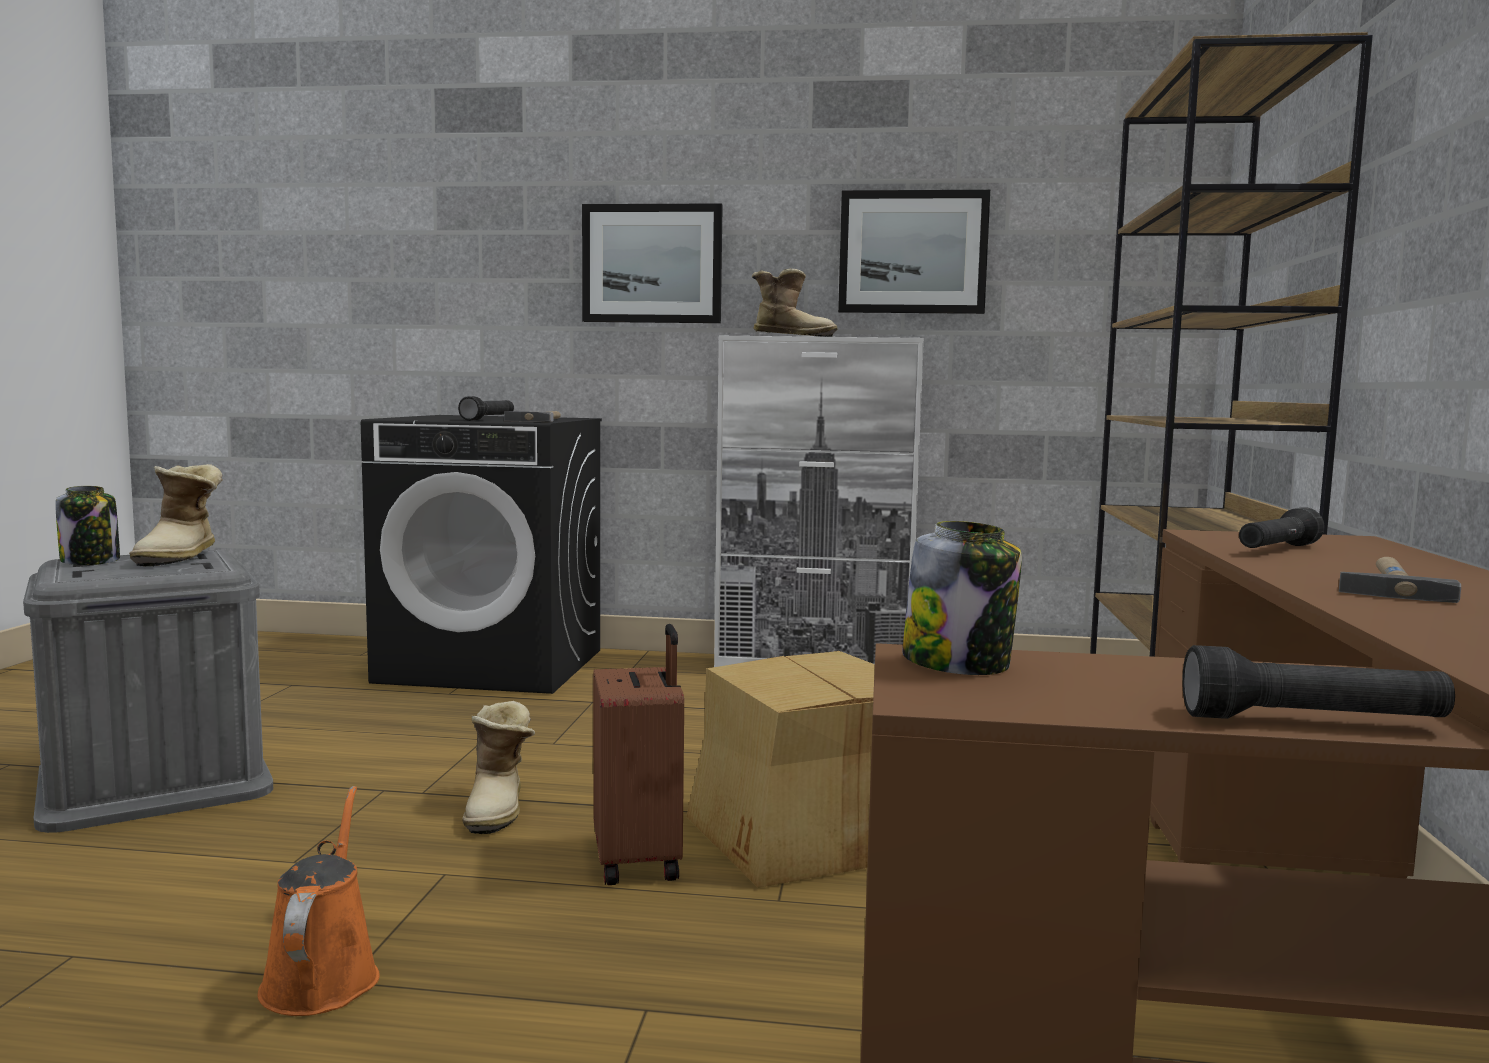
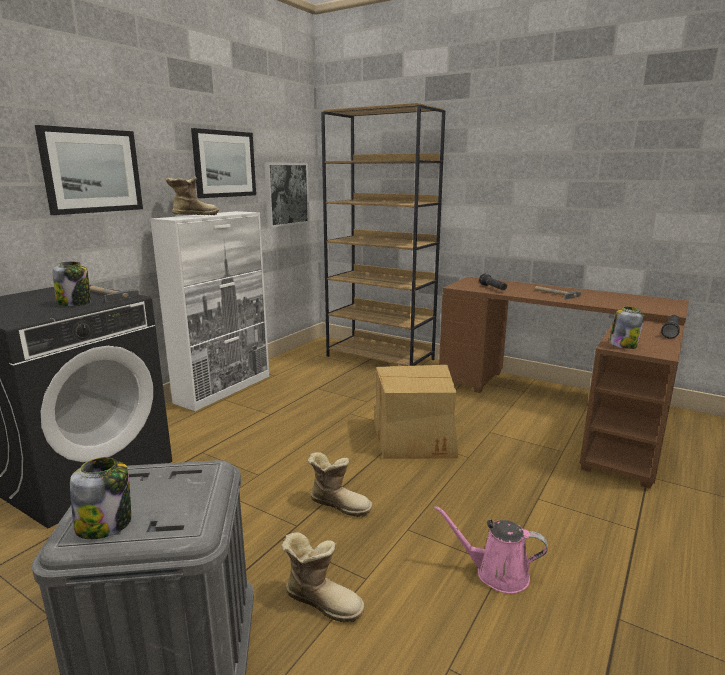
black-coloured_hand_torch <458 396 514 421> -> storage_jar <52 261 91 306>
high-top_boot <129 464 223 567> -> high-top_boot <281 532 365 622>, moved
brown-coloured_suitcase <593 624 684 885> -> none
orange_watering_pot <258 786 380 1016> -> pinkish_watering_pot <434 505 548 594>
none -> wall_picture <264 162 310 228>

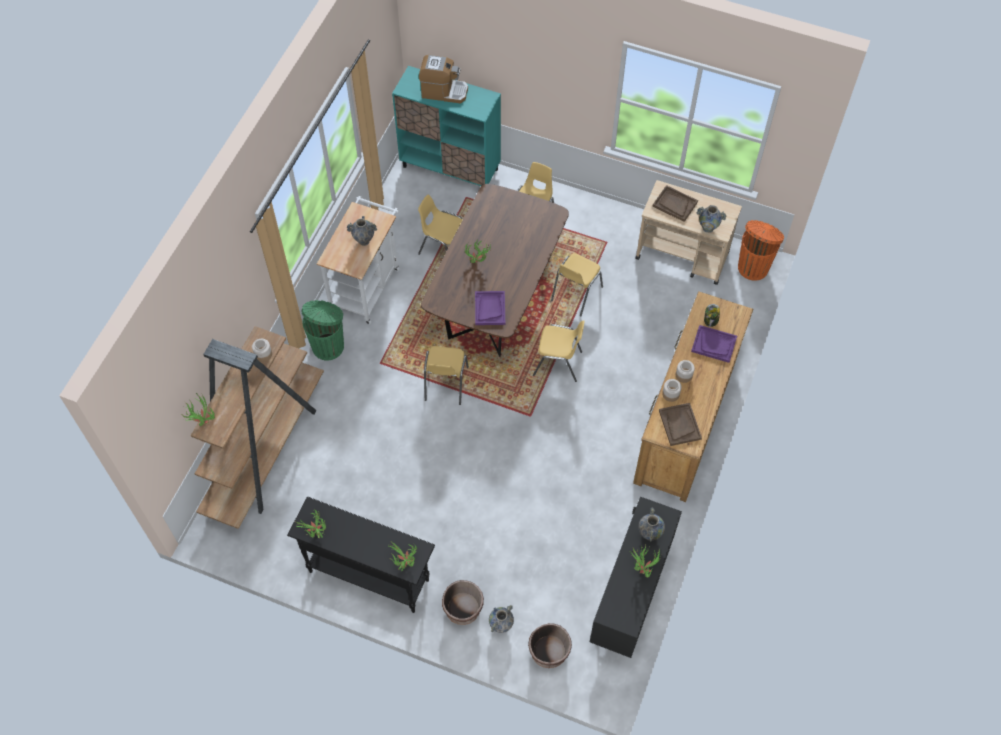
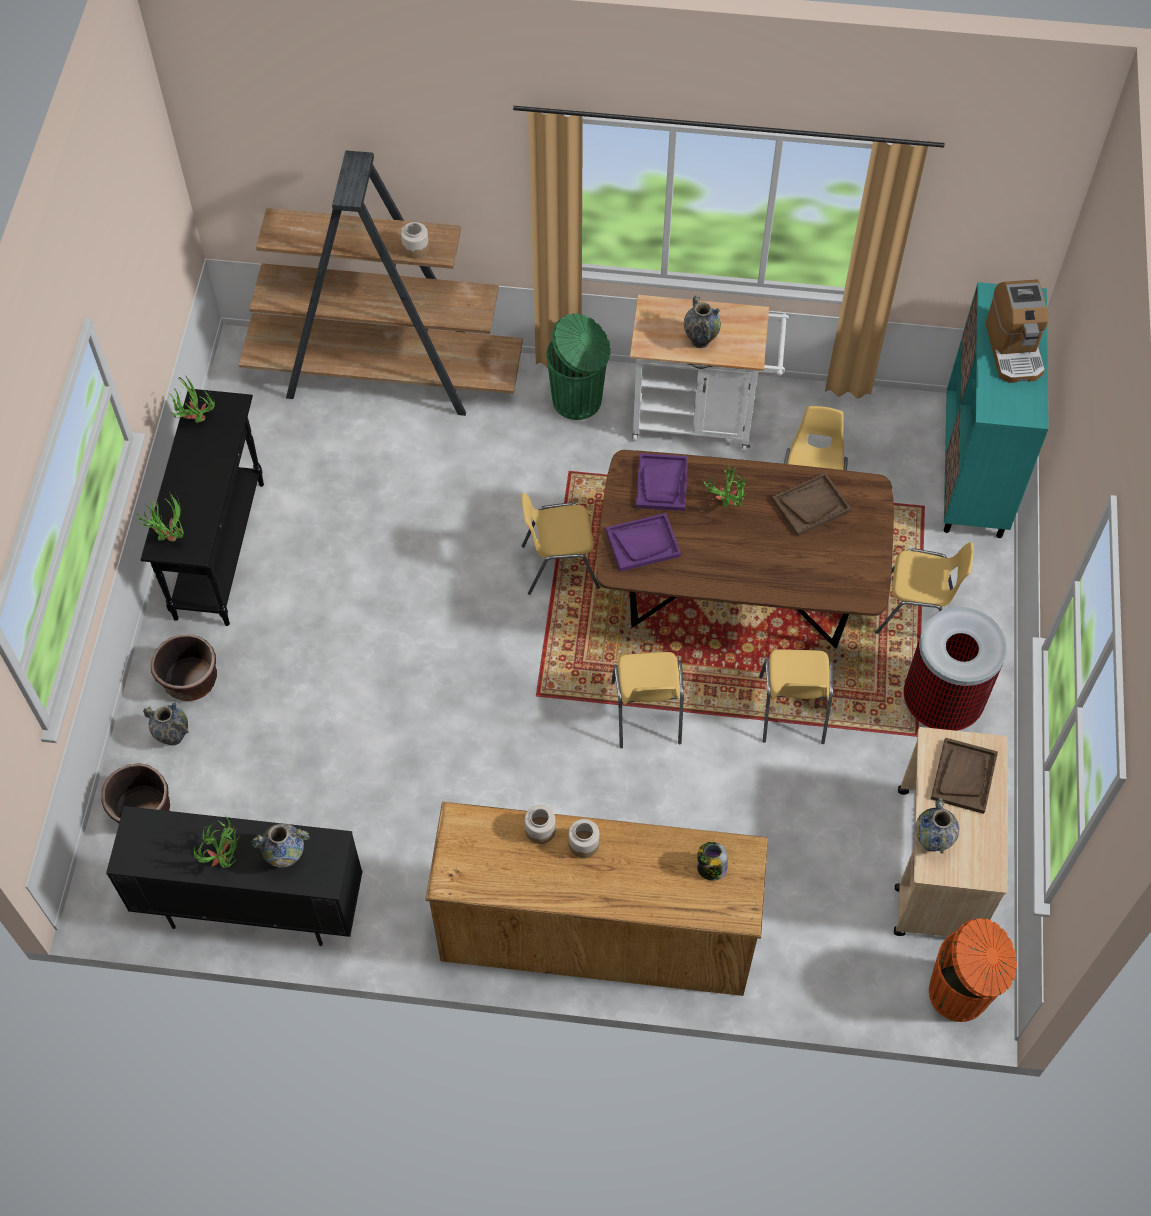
yellowish_plain_chair <551 253 603 316> -> yellowish_plain_chair <759 649 833 744>, 105 degrees counterclockwise
purple-coloured_tray <691 325 737 363> -> purple-coloured_tray <636 453 688 511>, moved
plant_in_a_pot <183 393 215 426> -> none
brown-coloured_tray <659 403 702 446> -> brown-coloured_tray <772 473 851 537>, moved
none -> rubbish_bin <904 607 1007 731>

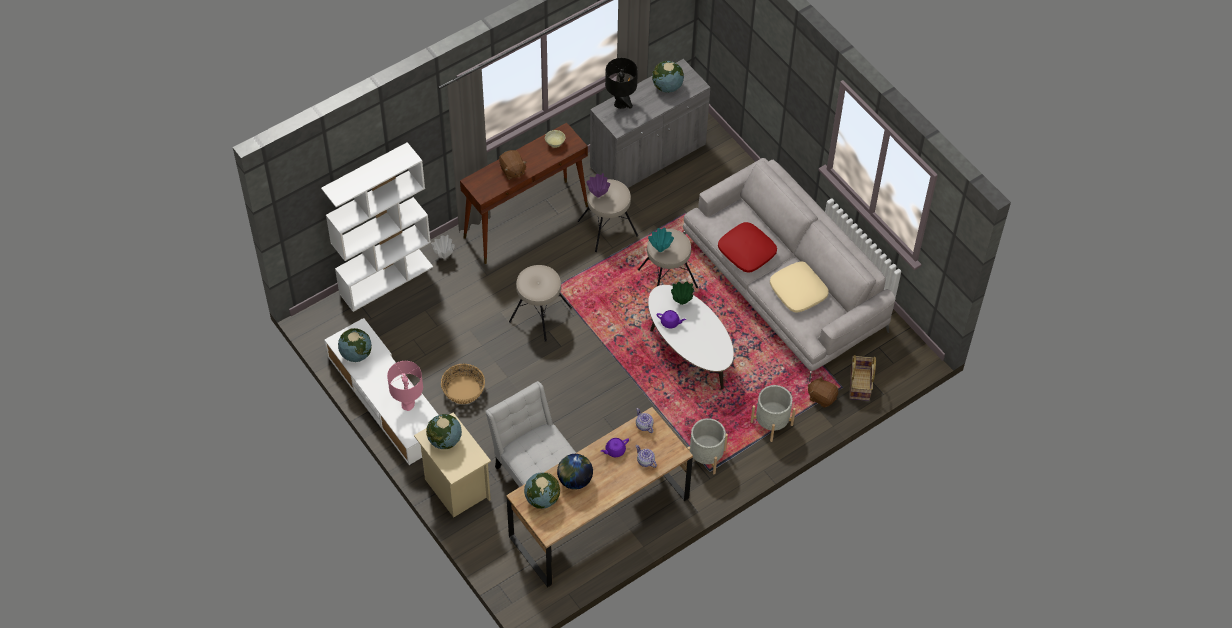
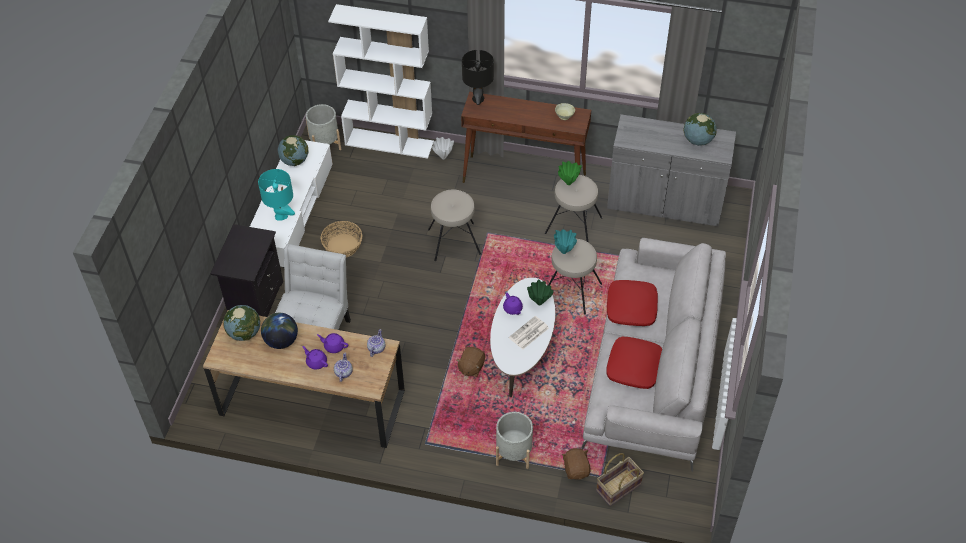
black-coloured_table_lamp <605 58 638 109> -> black-coloured_table_lamp <462 50 494 105>, moved
brown-coloured_cuddly_toy <499 150 527 179> -> brown-coloured_cuddly_toy <457 347 485 377>, moved
purple-coloured_decorative_vase <586 173 610 198> -> greenish_decorative_vase <558 161 582 185>
beige_throw_pillow <770 261 829 313> -> red-coloured_throw_pillow <607 337 662 389>
pinkish_table_lamp <387 361 423 411> -> turquoise_table_lamp <258 169 295 221>
beige_nightstand <414 412 491 517> -> black-coloured_nightstand <210 224 283 317>
desk_globe <426 414 462 449> -> none
greyish_flower_pot <687 418 728 474> -> greyish_flower_pot <306 104 341 150>, moved
none -> newspaper <509 316 549 349>
none -> purple-coloured_teapot <302 346 328 370>

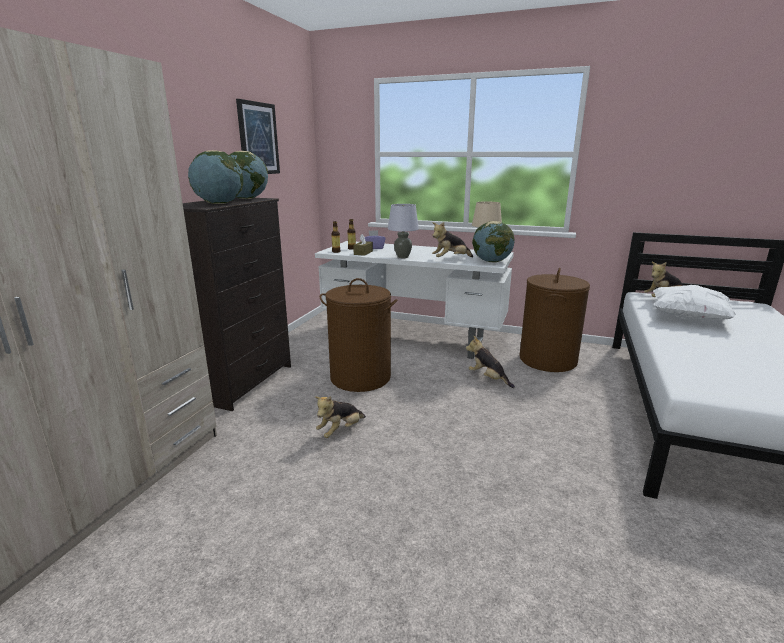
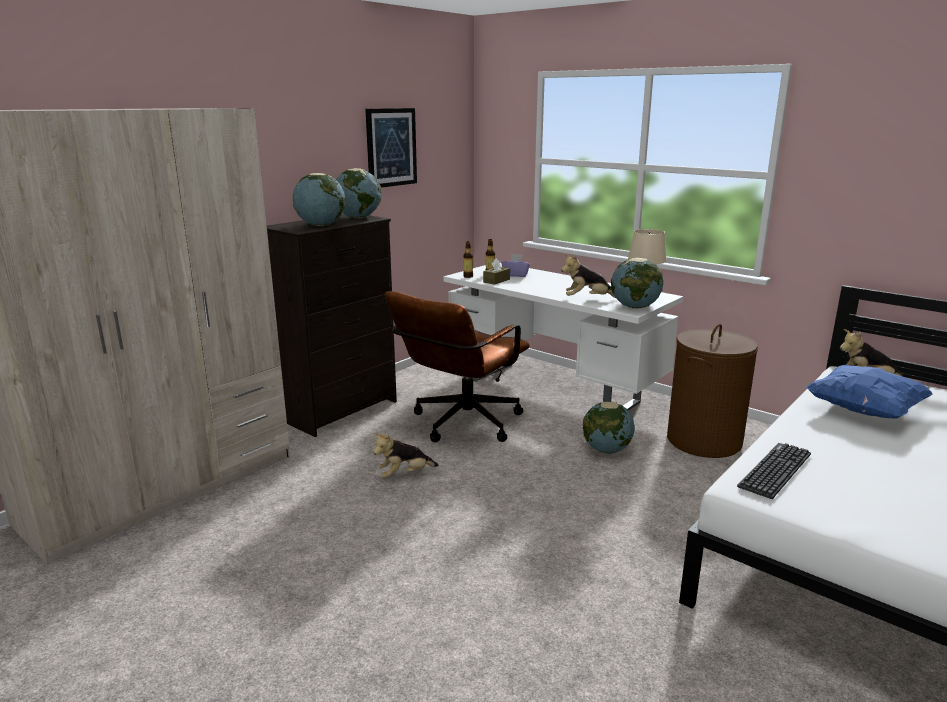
greyish_table_lamp <388 204 419 258> -> none
brown-coloured_washing_basket <320 278 398 392> -> brown-coloured_desk_chair <385 291 530 442>
white_throw_pillow <653 285 736 321> -> blue_throw_pillow <806 365 933 418>
cuddly_toy <466 336 515 388> -> desk_globe <583 402 634 454>
none -> computer_keyboard <737 443 811 499>

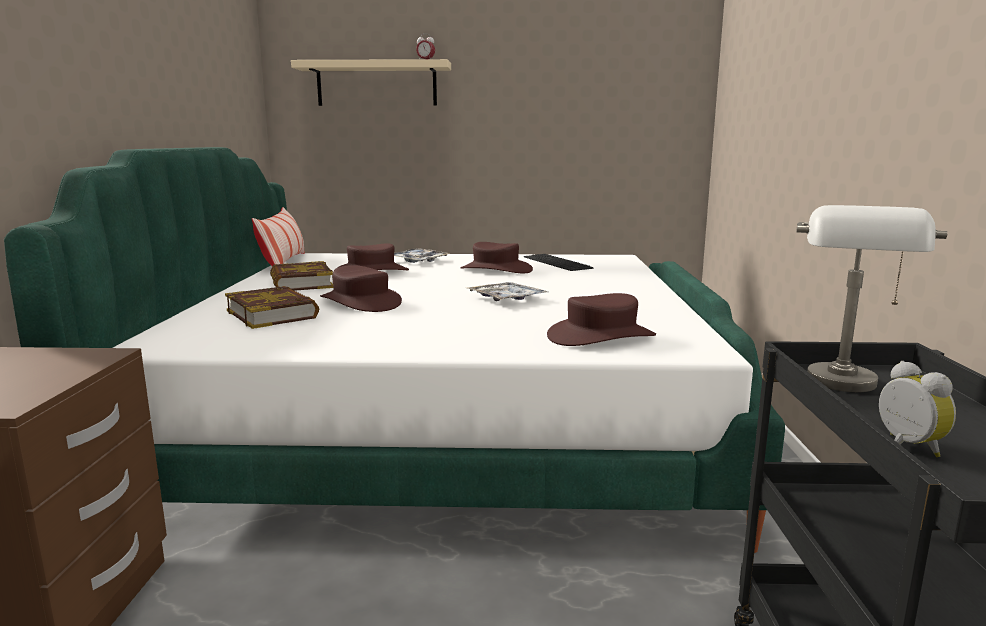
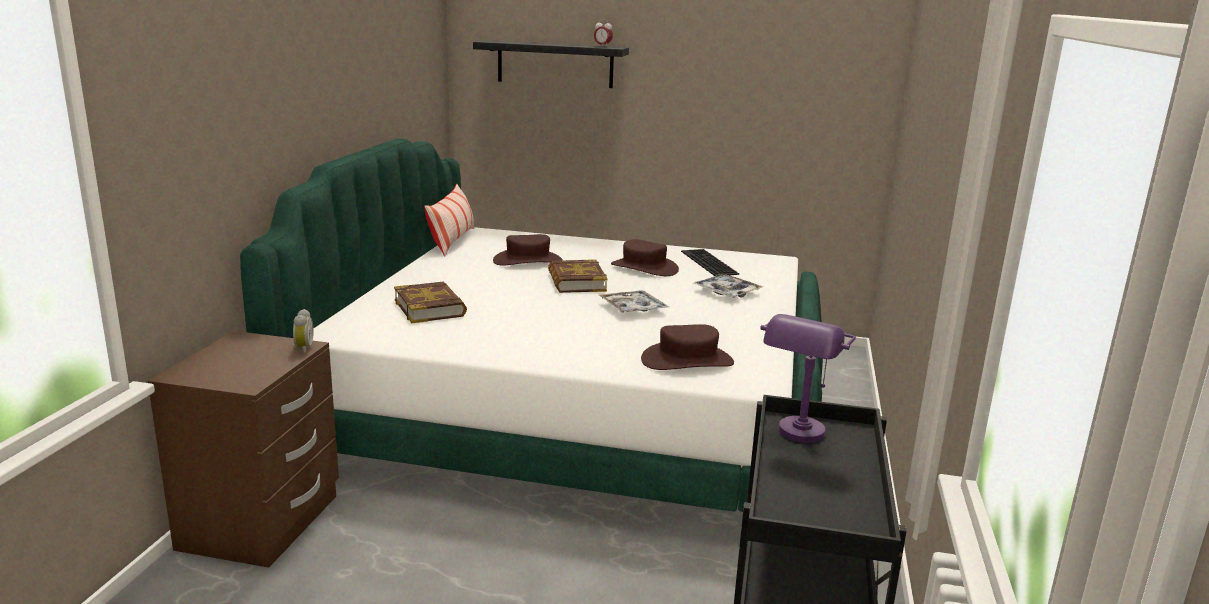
beige_wall_shelf <291 59 451 106> -> black-coloured_wall_shelf <473 40 629 88>
greyish_table_lamp <796 205 947 392> -> purple-coloured_table_lamp <760 314 856 443>
tray <394 248 450 263> -> tray <693 274 763 298>, moved
bound_book <270 261 333 291> -> bound_book <548 259 607 293>, moved
brown-coloured_wearable_hat <320 265 402 312> -> none
alarm_clock <879 361 956 457> -> alarm_clock <293 309 314 354>, moved

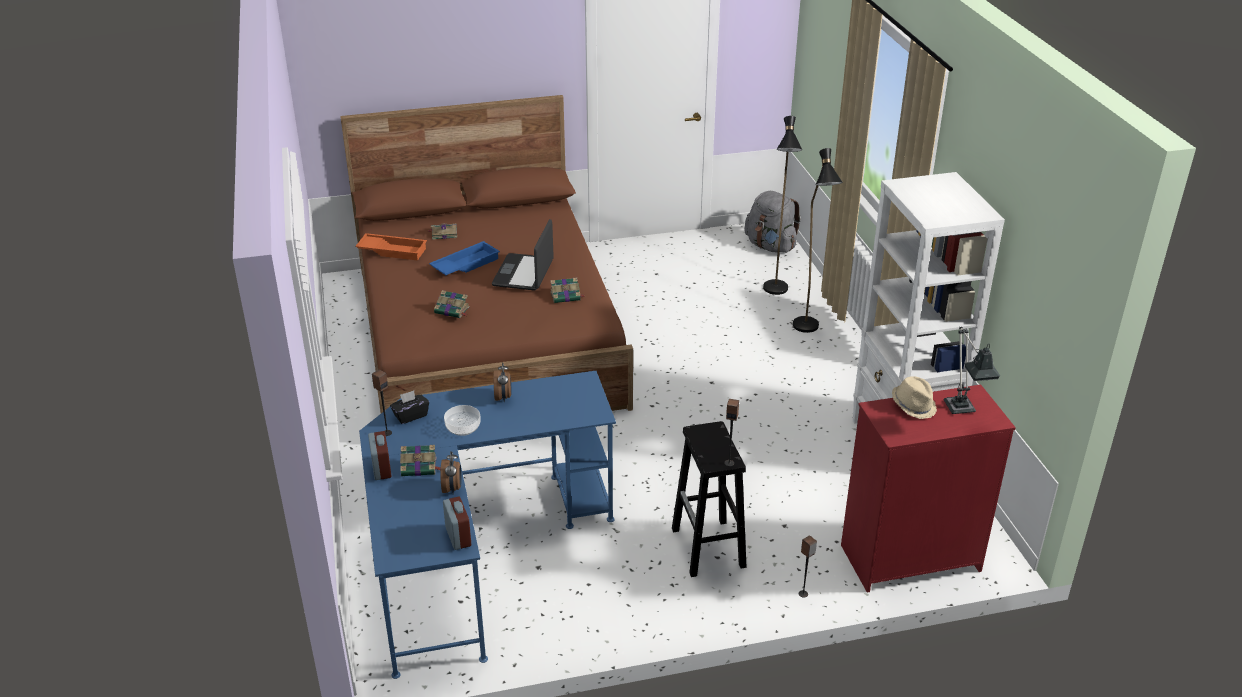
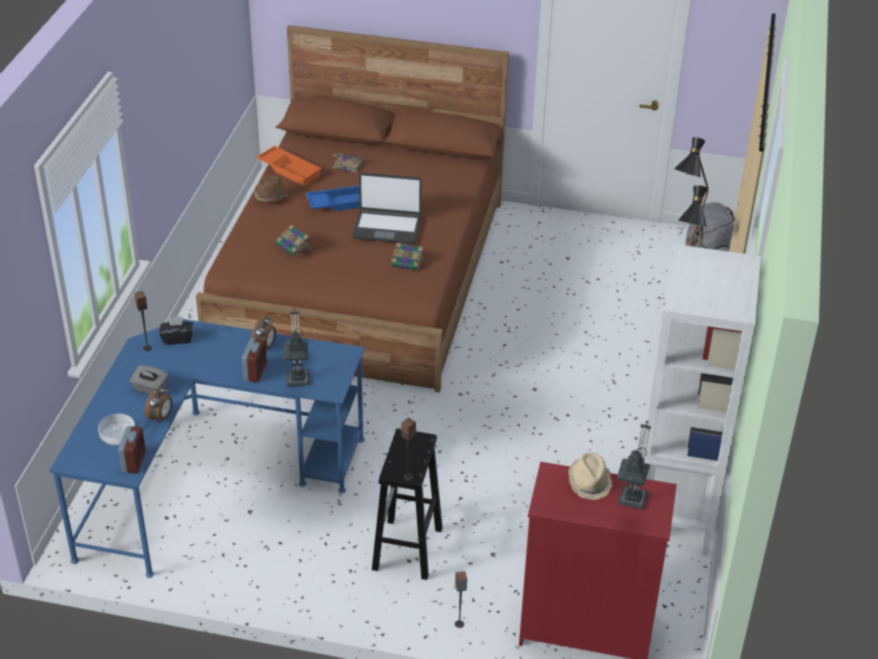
portable_computer <492 219 554 291> -> portable_computer <352 173 422 244>, 120 degrees counterclockwise
serving_bowl <444 405 480 436> -> serving_bowl <98 414 135 446>, moved
alarm_clock <368 431 392 480> -> alarm_clock <242 338 267 382>, moved
bound_book <400 445 441 476> -> greyish_tissue_holder <130 365 168 394>
none -> brown-coloured_wearable_hat <254 176 289 202>
none -> table_lamp <283 308 310 386>

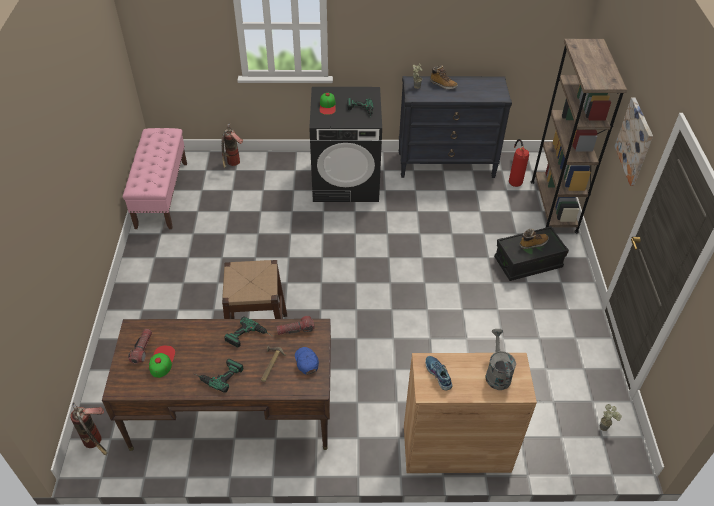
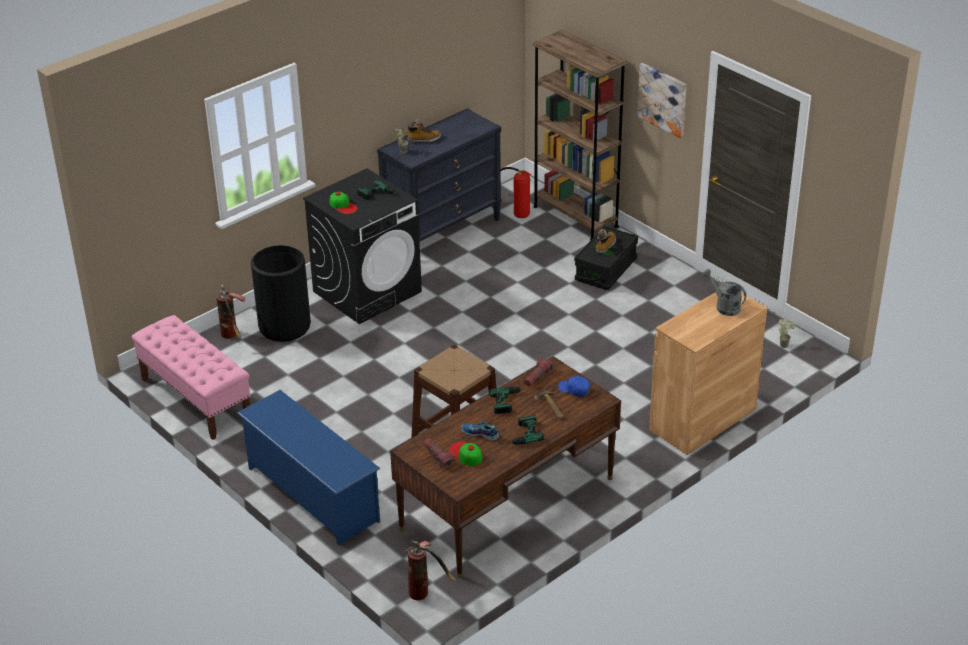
low_shoe <425 356 452 390> -> low_shoe <461 421 499 441>, moved
none -> black-coloured_rubbish_bin <251 245 311 342>
none -> blue_shoe_shelf <237 390 380 545>

